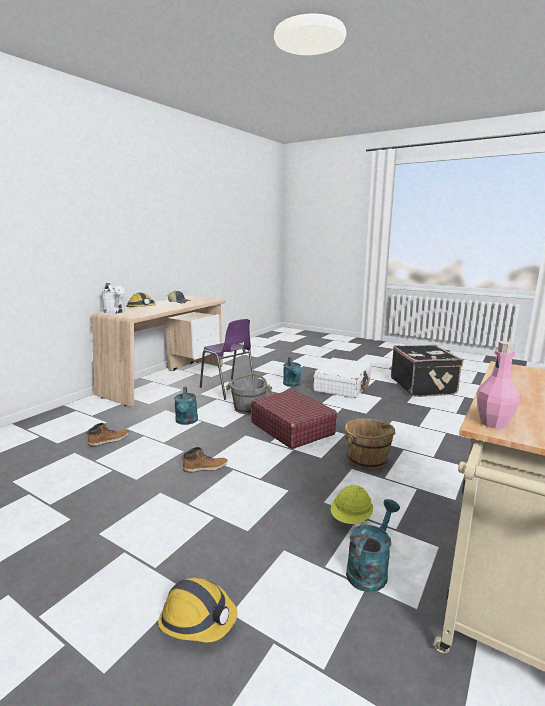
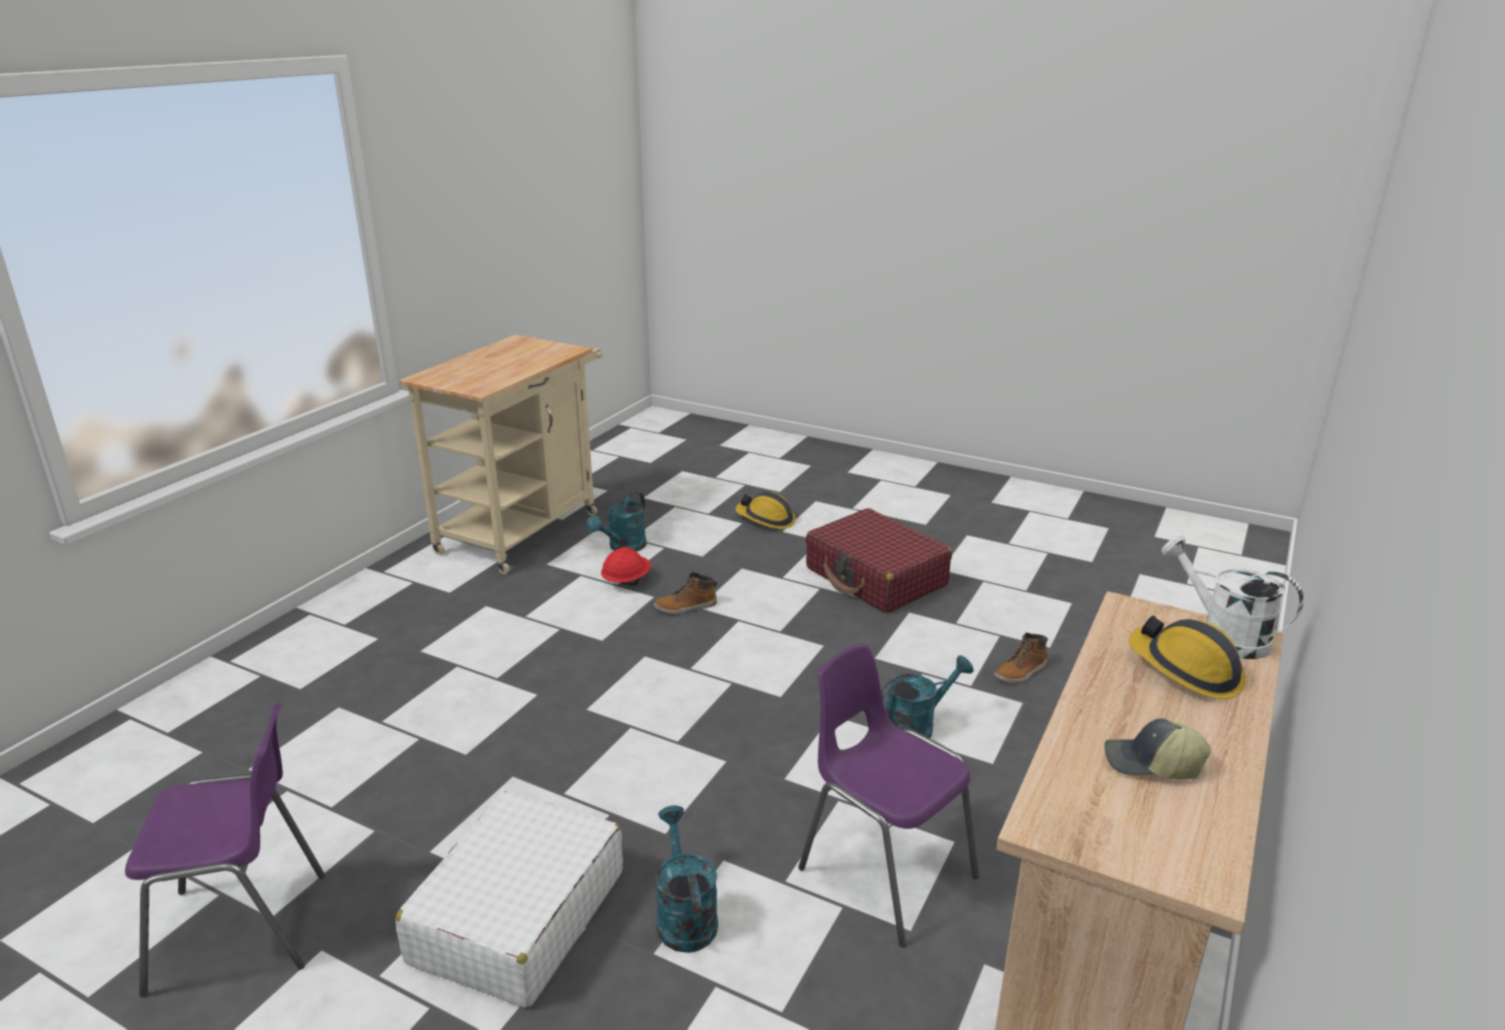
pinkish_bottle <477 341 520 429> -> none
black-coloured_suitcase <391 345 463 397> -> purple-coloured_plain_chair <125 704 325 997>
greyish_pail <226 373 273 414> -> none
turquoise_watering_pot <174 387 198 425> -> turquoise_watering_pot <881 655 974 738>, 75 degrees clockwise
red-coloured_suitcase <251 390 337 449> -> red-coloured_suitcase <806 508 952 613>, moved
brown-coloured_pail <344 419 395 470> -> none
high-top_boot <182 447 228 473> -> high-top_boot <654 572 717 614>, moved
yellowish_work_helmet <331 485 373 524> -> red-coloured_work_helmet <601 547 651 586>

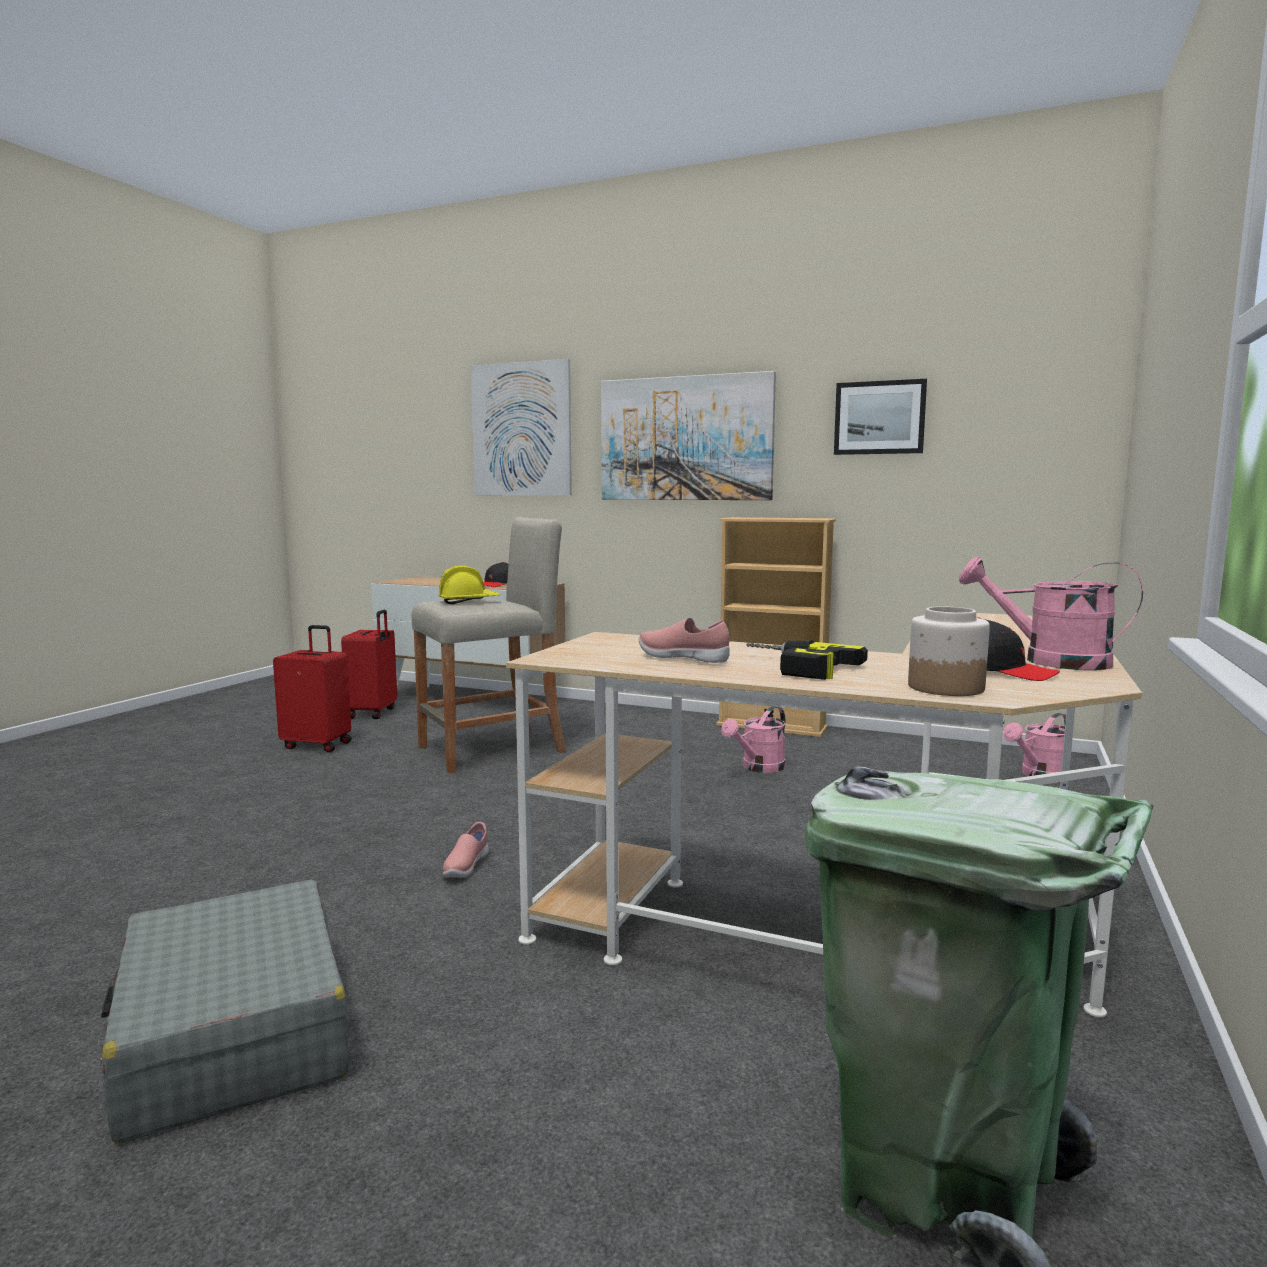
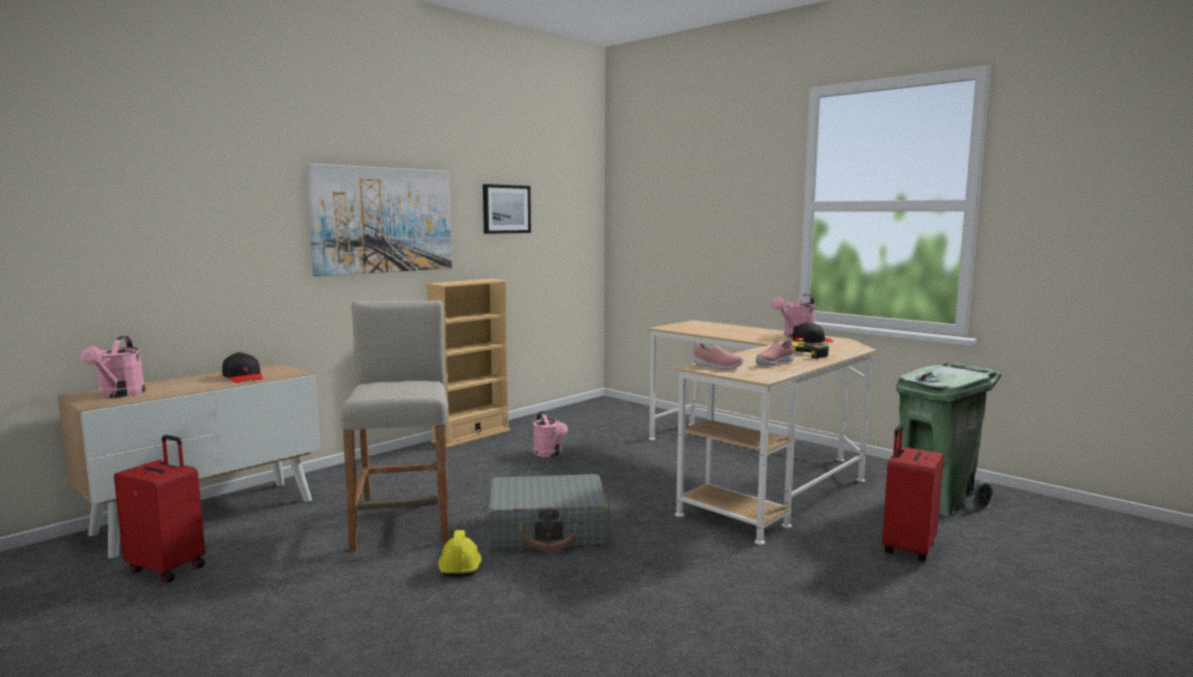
wall_picture <471 359 572 495> -> none
yellowish_work_helmet <438 565 500 604> -> yellowish_work_helmet <438 530 482 576>, moved
storage_jar <908 607 990 696> -> none
red-coloured_suitcase <273 625 352 752> -> red-coloured_suitcase <882 424 943 562>, moved
pinkish_watering_pot <1003 713 1066 776> -> pinkish_watering_pot <81 336 146 398>, moved
pinkish_low_shoe <443 822 489 878> -> pinkish_low_shoe <694 342 744 369>, moved
greyish_suitcase <100 880 349 1143> -> greyish_suitcase <488 474 610 551>, moved

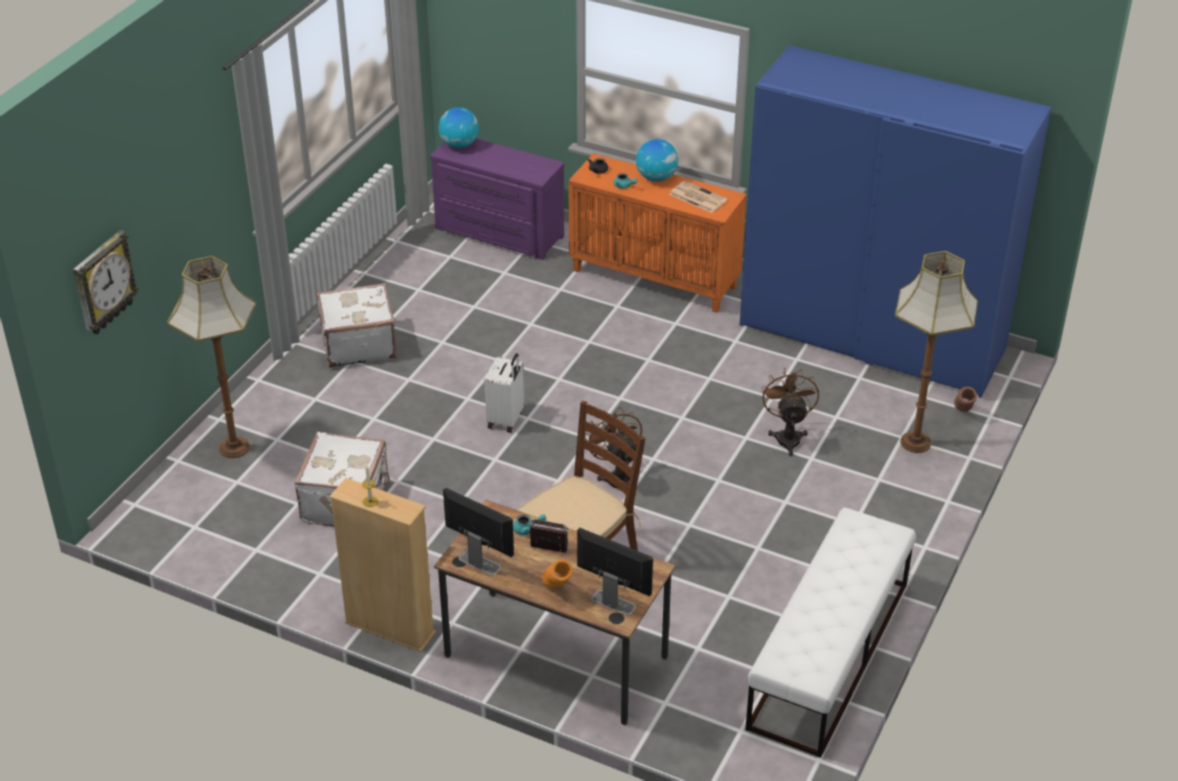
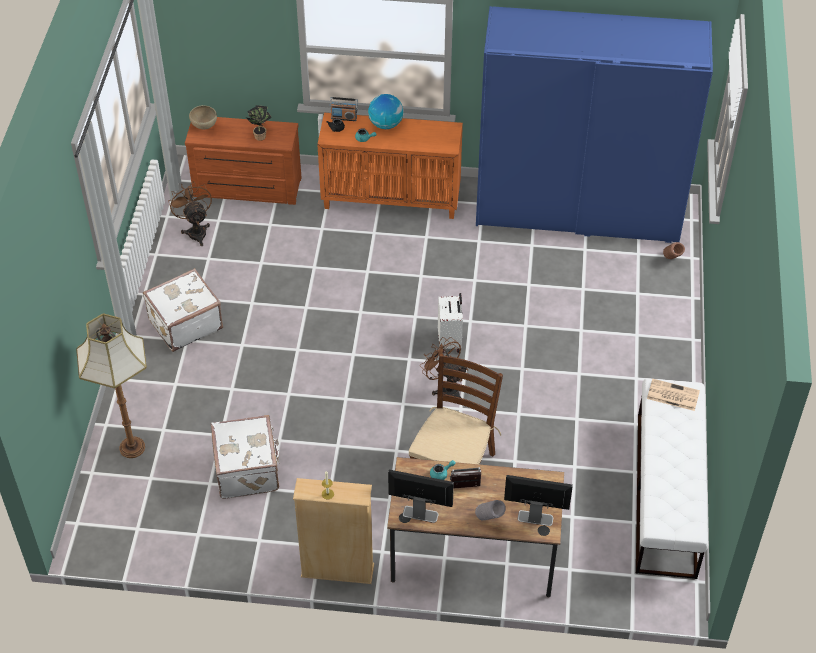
desk_globe <438 107 479 148> -> brown-coloured_serving_bowl <189 105 217 129>
purple-coloured_drawer_chest <430 139 564 260> -> brown-coloured_drawer_chest <185 117 301 205>
newspaper <669 181 728 213> -> newspaper <647 379 700 411>, moved
hanging_clock <73 230 139 334> -> none
standard_lamp <895 251 978 453> -> none
white_suitcase <484 353 525 433> -> white_suitcase <438 293 463 353>, moved
brown-coloured_cooling_fan <762 368 819 456> -> brown-coloured_cooling_fan <168 181 212 246>, moved
orange_decorative_vase <542 559 573 588> -> greyish_decorative_vase <475 500 506 520>
none -> radio_set <330 97 358 121>
none -> plant_in_a_pot <245 105 272 141>

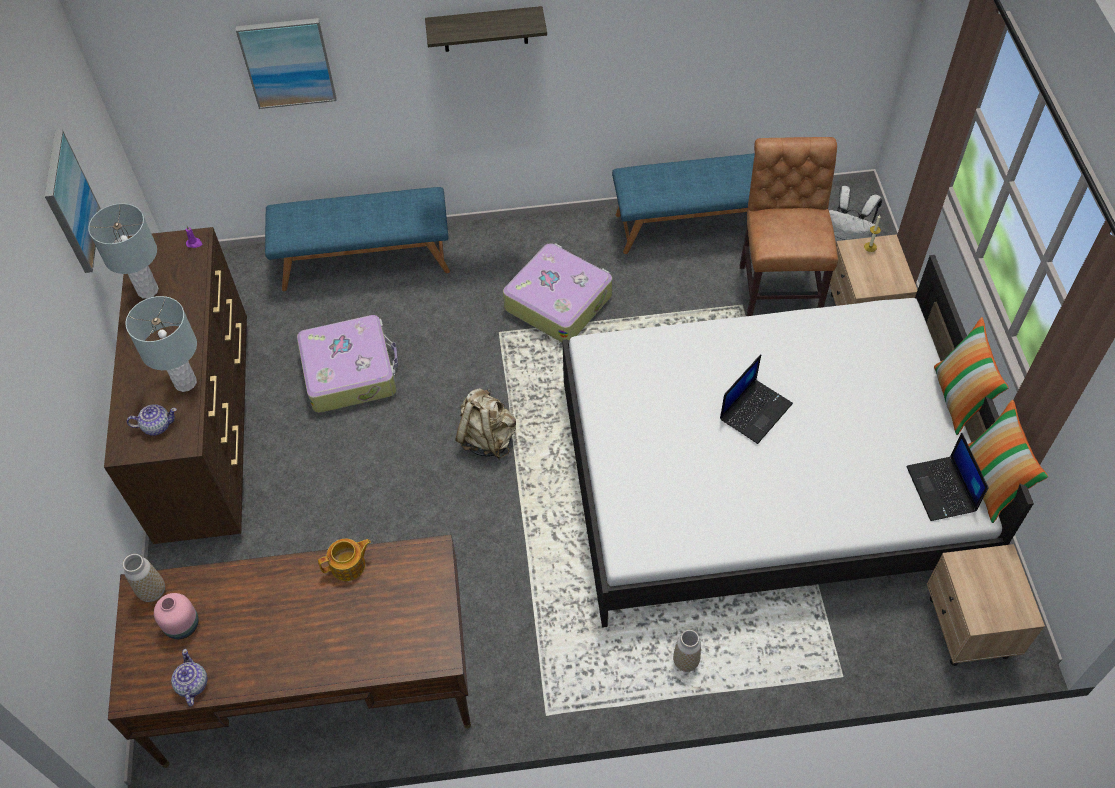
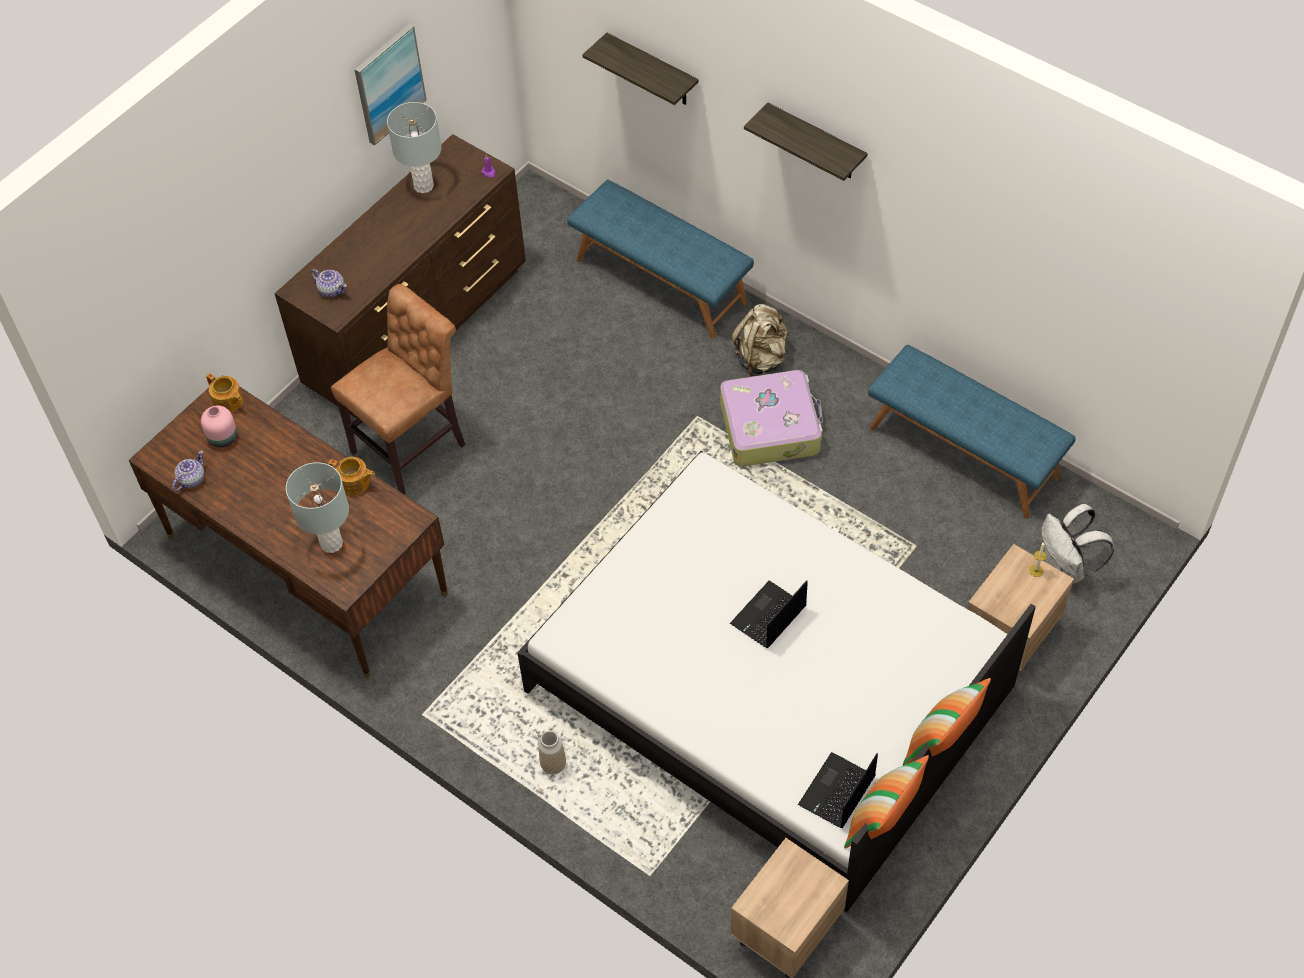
wall_picture <236 18 336 109> -> wall_shelf <583 33 699 105>
brown-coloured_plain_chair <740 137 838 316> -> brown-coloured_plain_chair <331 284 465 495>, moved
greyish_table_lamp <126 296 197 392> -> greyish_table_lamp <286 462 349 553>, moved
suitcase <297 315 398 413> -> none
portable_computer <720 354 793 444> -> portable_computer <730 580 807 648>, 135 degrees clockwise
beige_rucksack <456 388 516 459> -> beige_rucksack <731 304 789 376>, moved
decorative_vase <123 554 165 602> -> teapot <206 373 243 413>

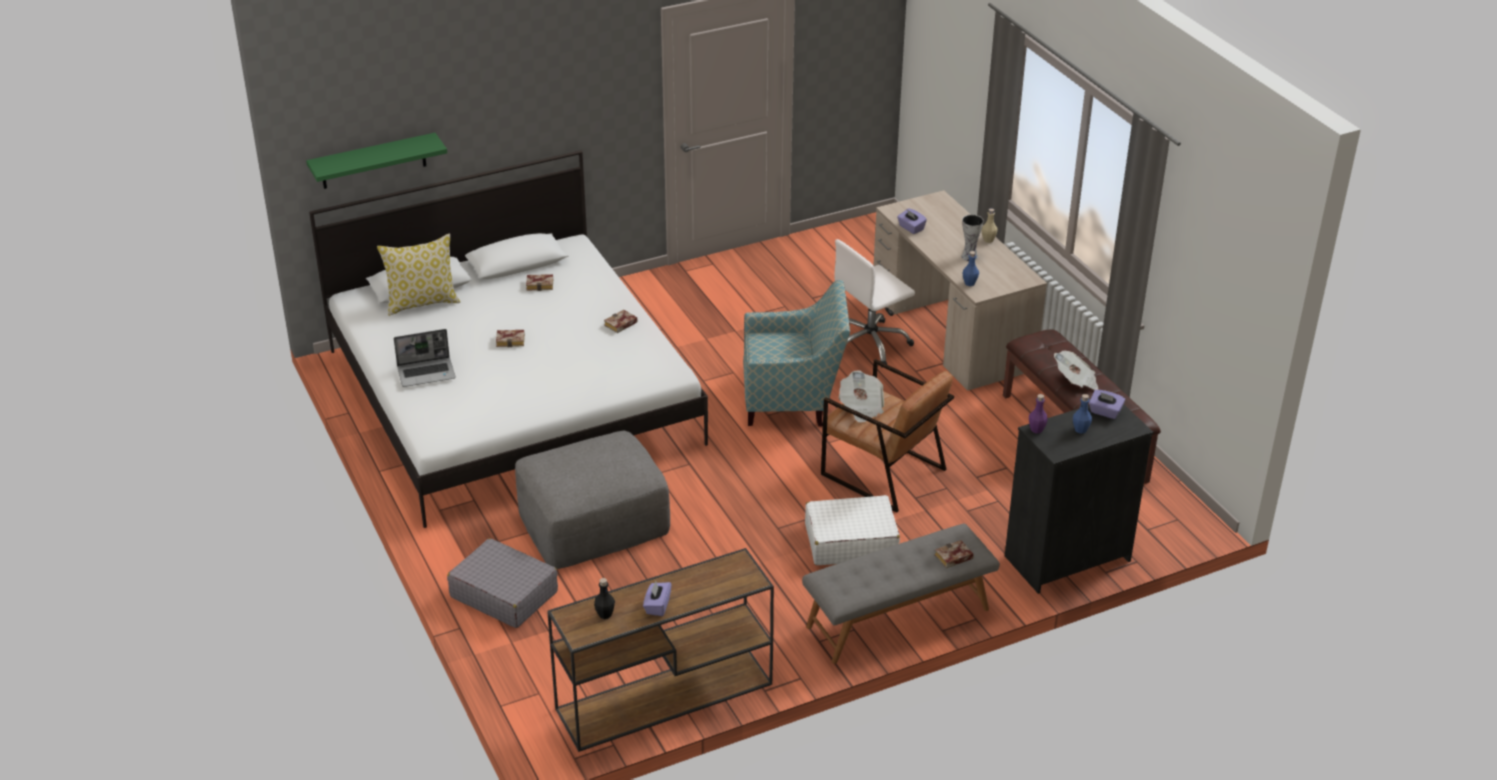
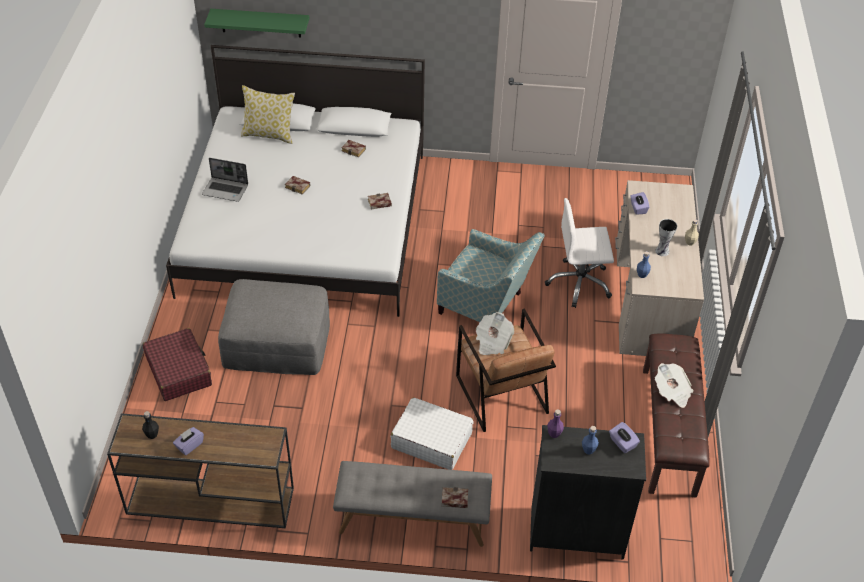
greyish_suitcase <447 538 558 628> -> red-coloured_suitcase <143 328 212 401>

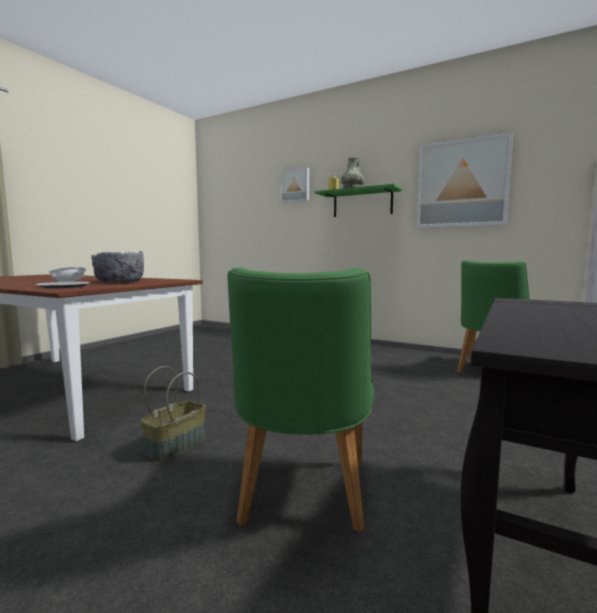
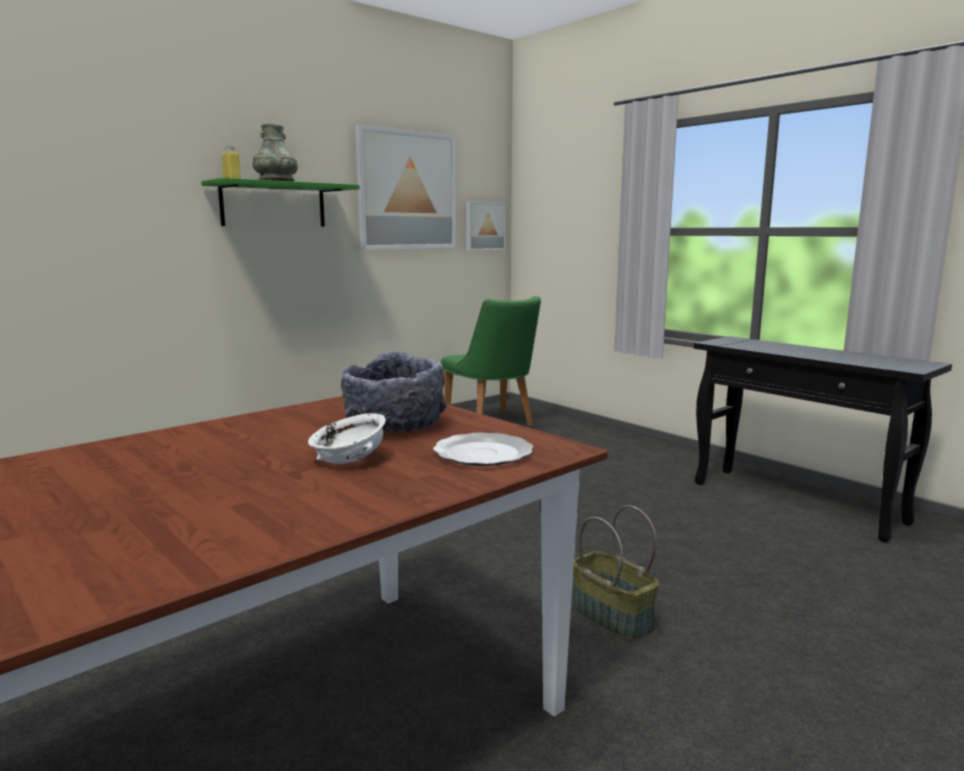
wall_picture <280 168 309 203> -> wall_picture <466 201 506 251>, moved
greenish_plain_chair <228 268 374 533> -> none

